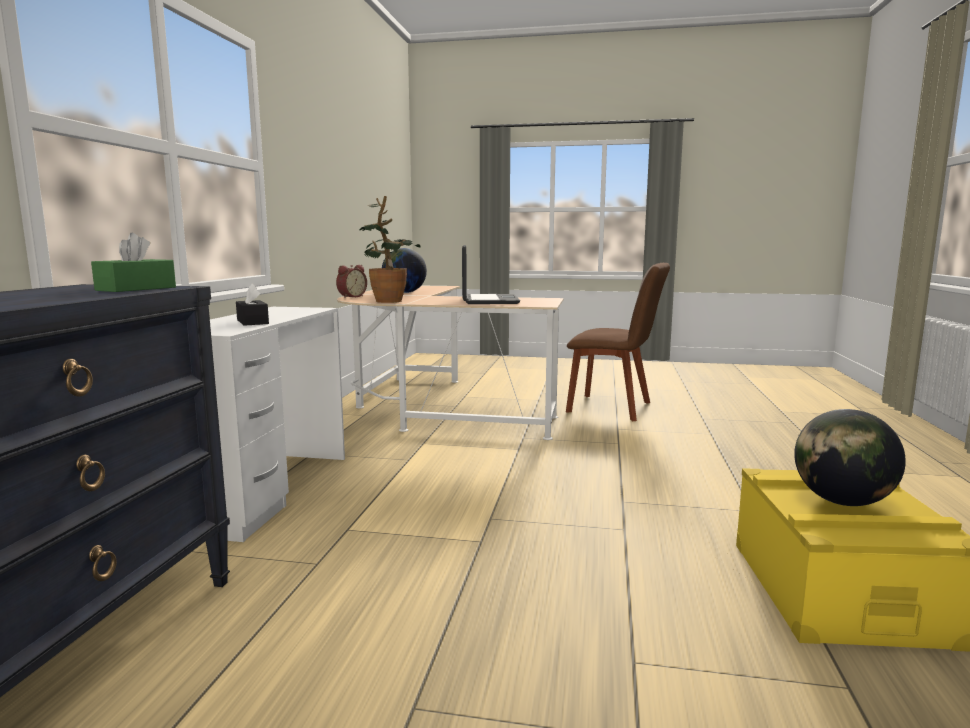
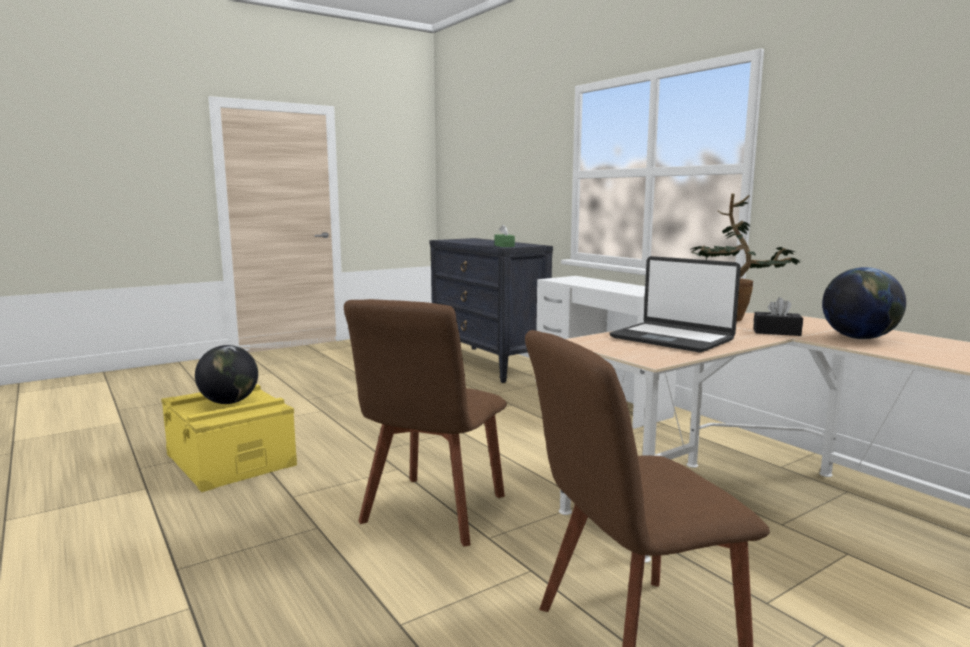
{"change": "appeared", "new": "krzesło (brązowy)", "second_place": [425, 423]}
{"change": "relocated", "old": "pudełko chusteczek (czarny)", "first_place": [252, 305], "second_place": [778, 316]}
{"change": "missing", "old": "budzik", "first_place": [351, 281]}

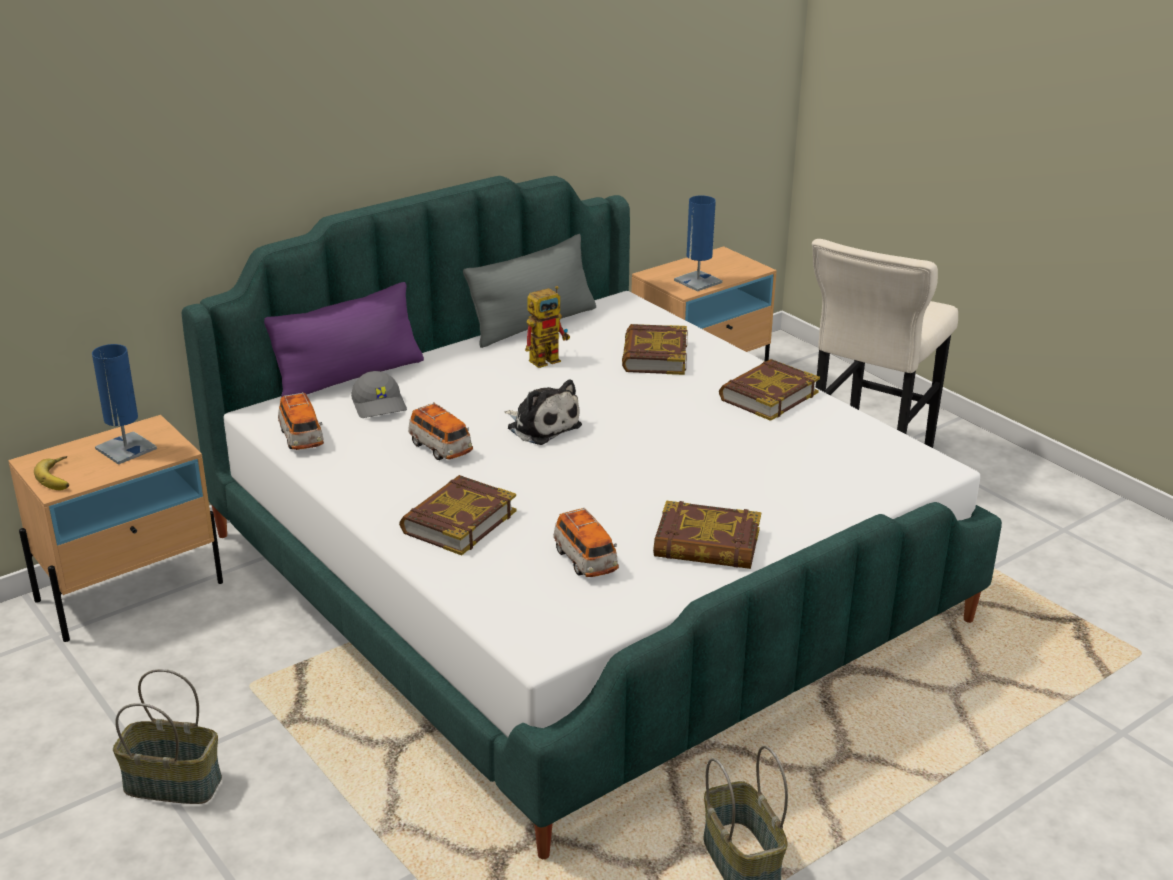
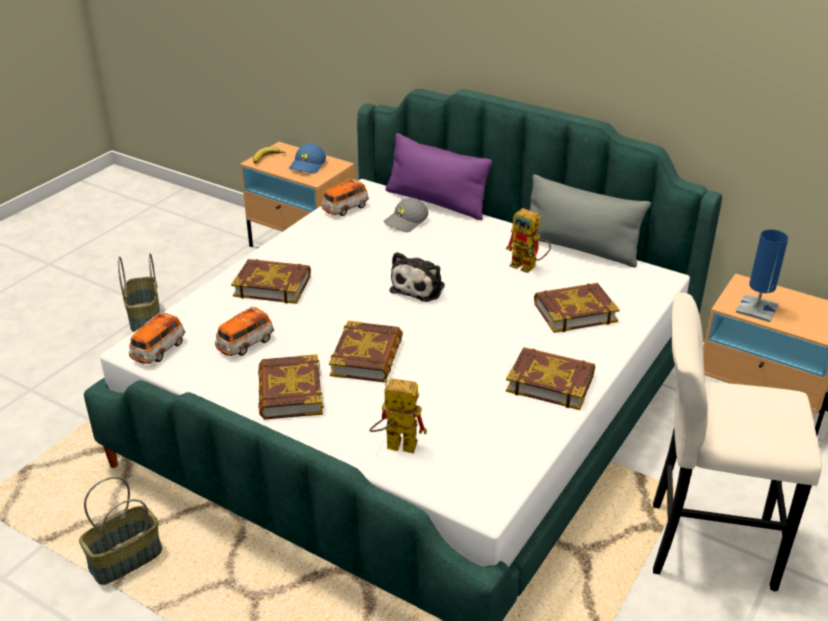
{"change": "relocated", "old": "samochodzik", "first_place": [440, 431], "second_place": [157, 338]}
{"change": "exchanged", "old": "lampa stołowa (niebieski)", "new": "czapka z daszkiem (niebieski)", "first_place": [124, 404], "second_place": [307, 159]}
{"change": "appeared", "new": "książka", "second_place": [366, 351]}
{"change": "appeared", "new": "robot zabawkowy", "second_place": [398, 416]}

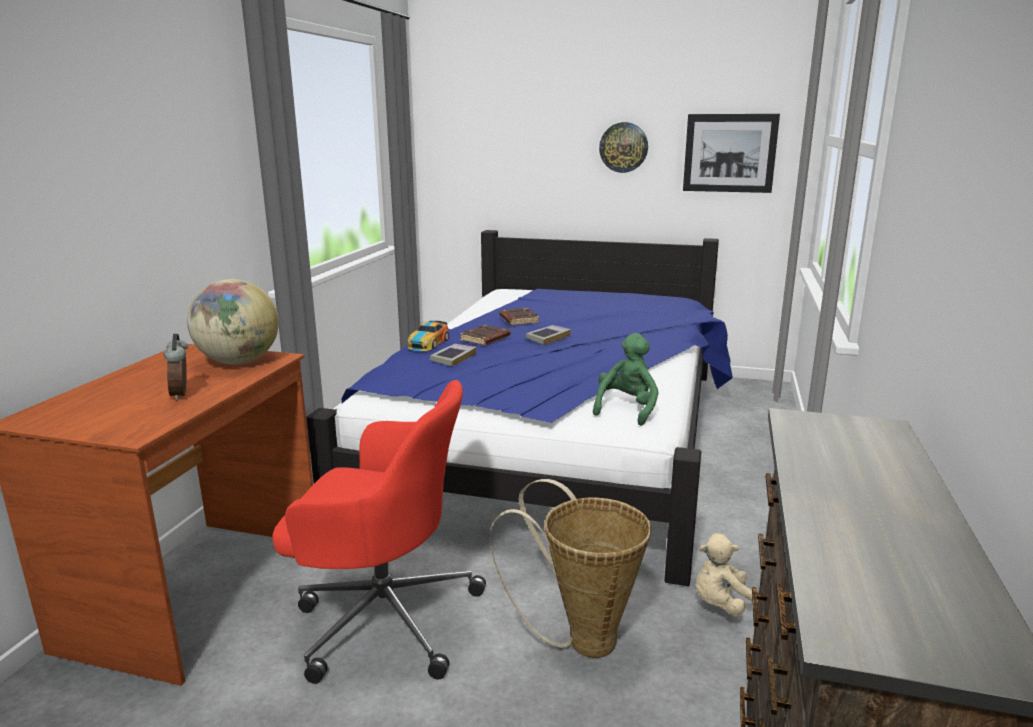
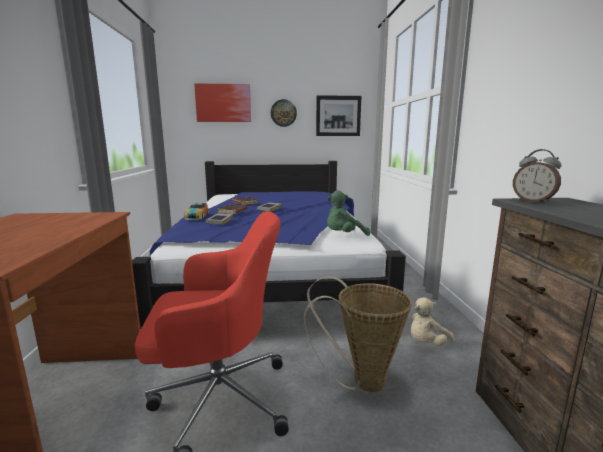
{"change": "appeared", "new": "obraz", "second_place": [222, 102]}
{"change": "spun", "old": "pluszak (zielony)", "first_place": [626, 379], "second_place": [348, 213], "degrees": -120}
{"change": "relocated", "old": "budzik", "first_place": [176, 367], "second_place": [537, 176]}
{"change": "missing", "old": "globus", "first_place": [233, 321]}

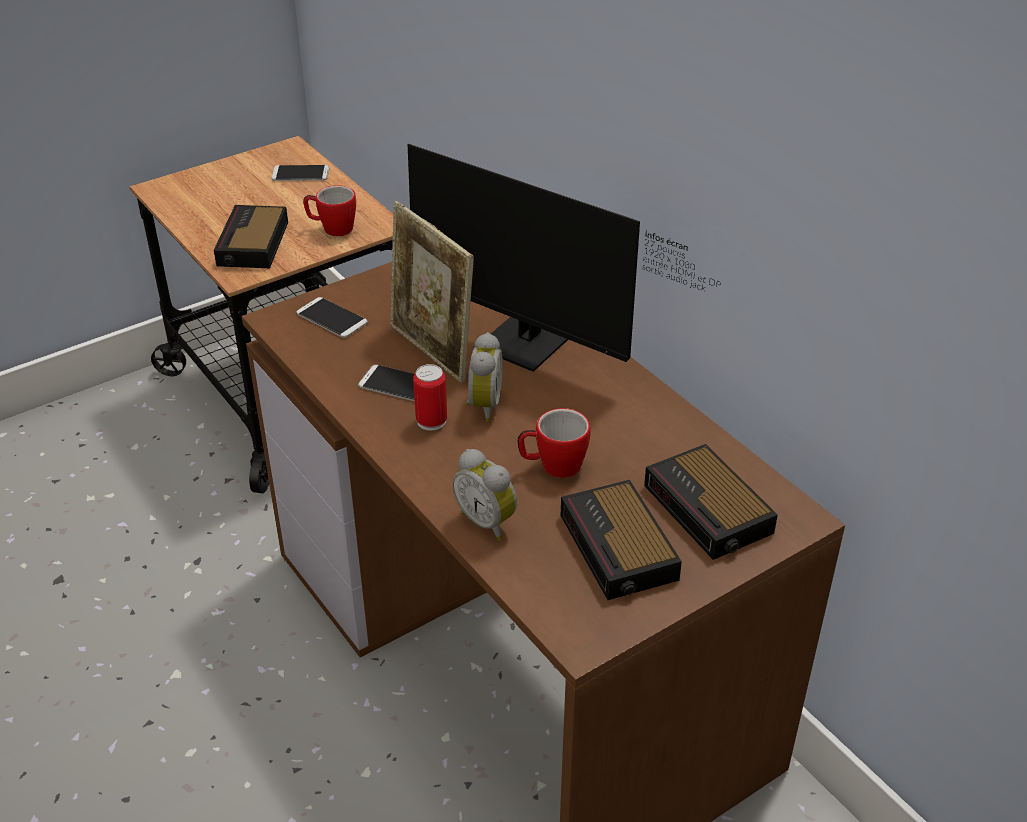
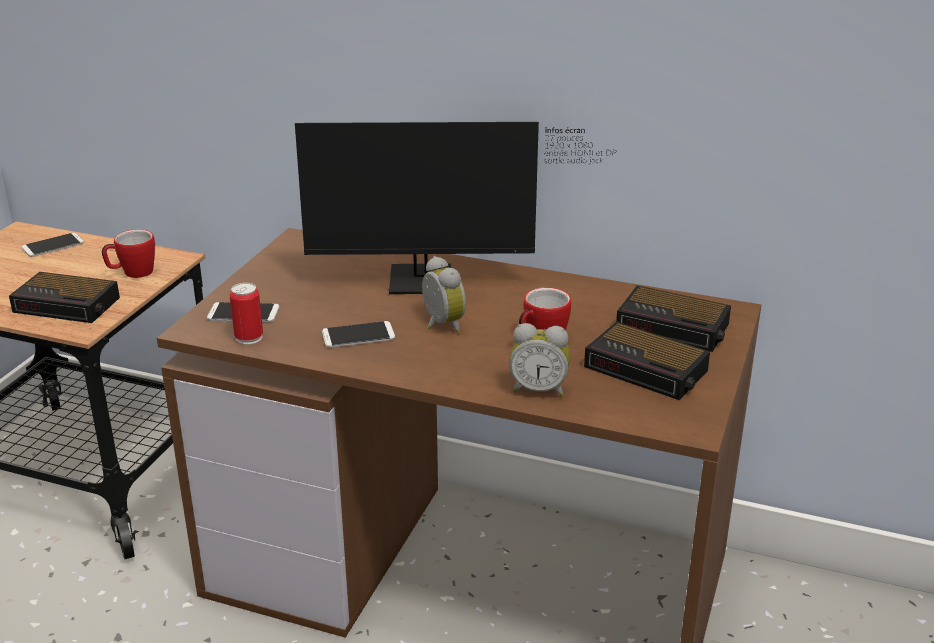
{"change": "spun", "old": "budzik", "first_place": [251, 236], "second_place": [64, 297], "degrees": -45}
{"change": "relocated", "old": "puszka", "first_place": [430, 397], "second_place": [246, 314]}
{"change": "missing", "old": "ramka na zdjęcie", "first_place": [432, 292]}

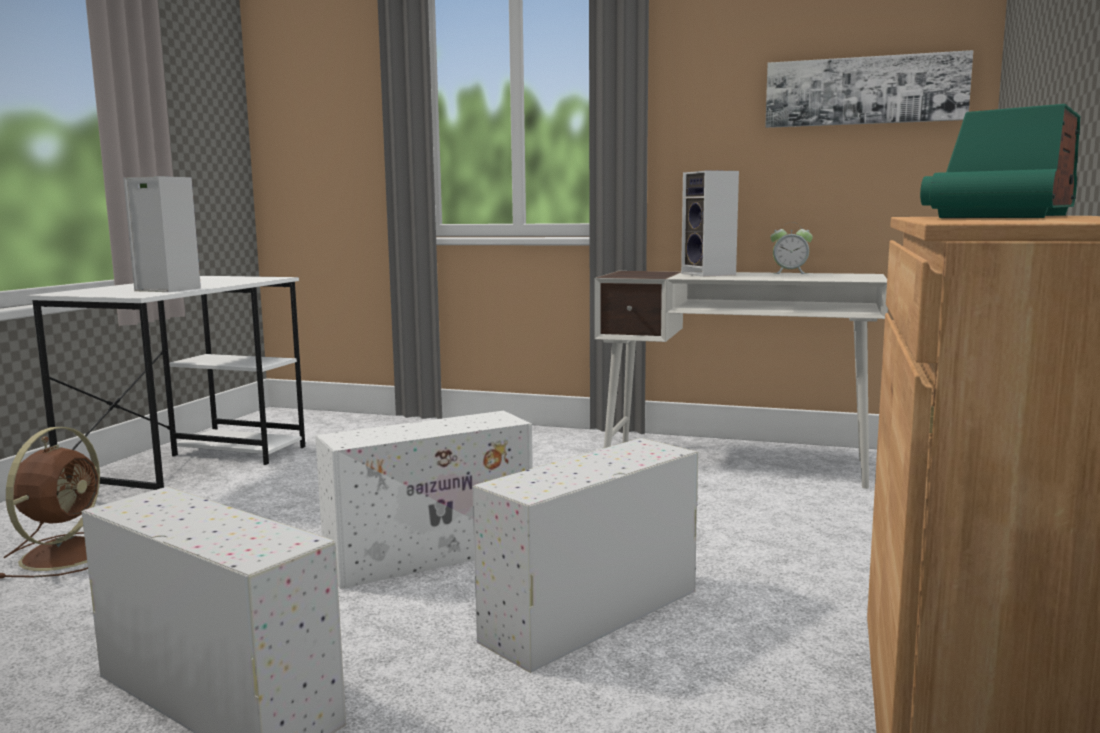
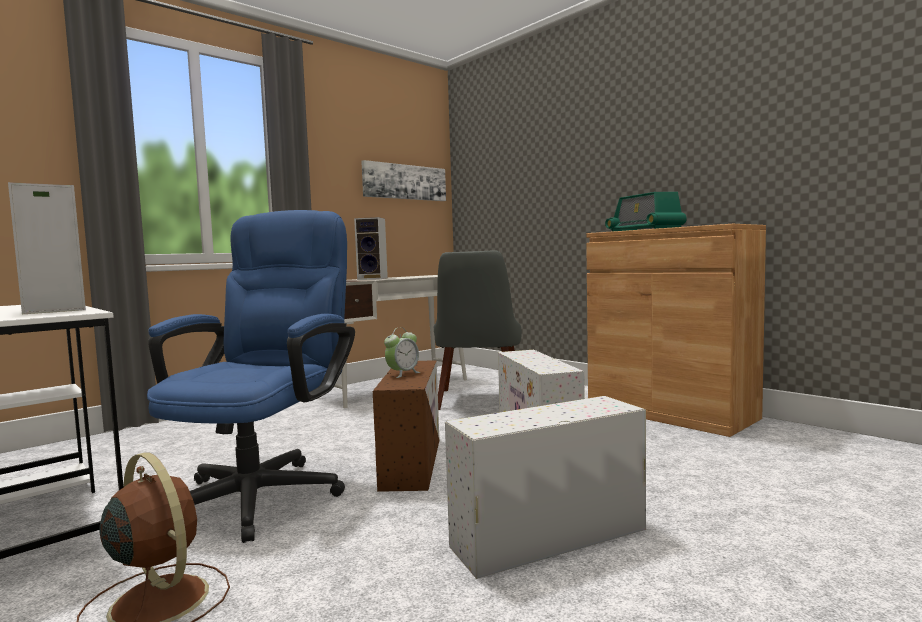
{"change": "appeared", "new": "krzesło biurowe (niebieski)", "second_place": [251, 376]}
{"change": "colour", "old": "pojemnik do przechowywania (biały)", "new": "pojemnik do przechowywania (brązowy)", "first_place": [424, 500], "second_place": [406, 426]}
{"change": "relocated", "old": "budzik", "first_place": [791, 248], "second_place": [402, 352]}
{"change": "appeared", "new": "krzesło (szary)", "second_place": [478, 330]}

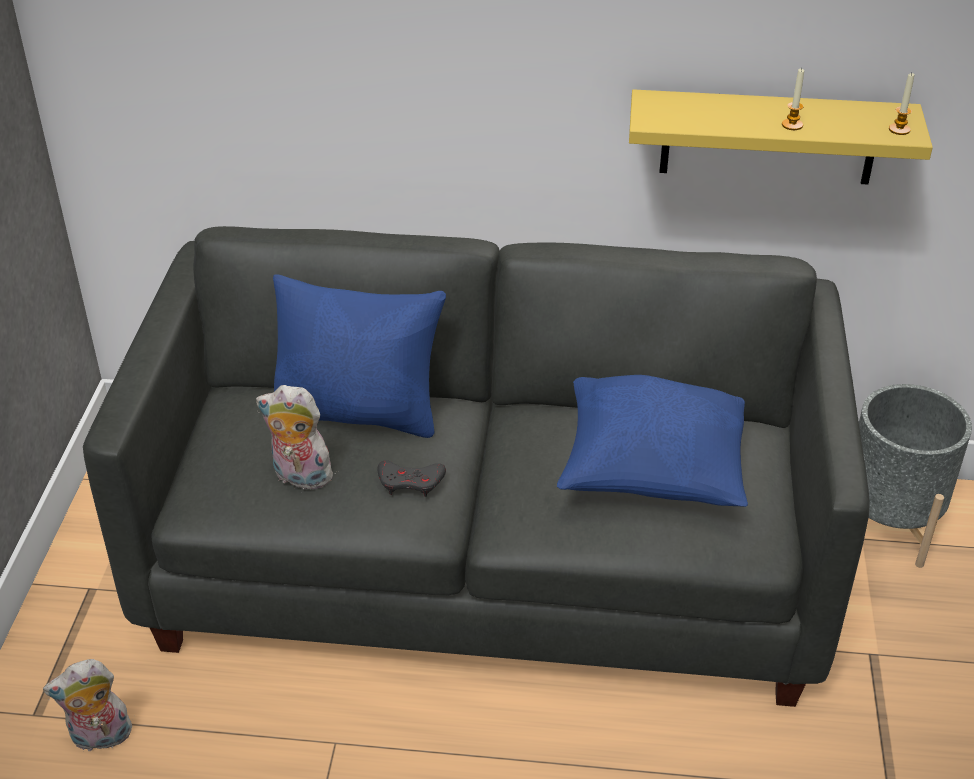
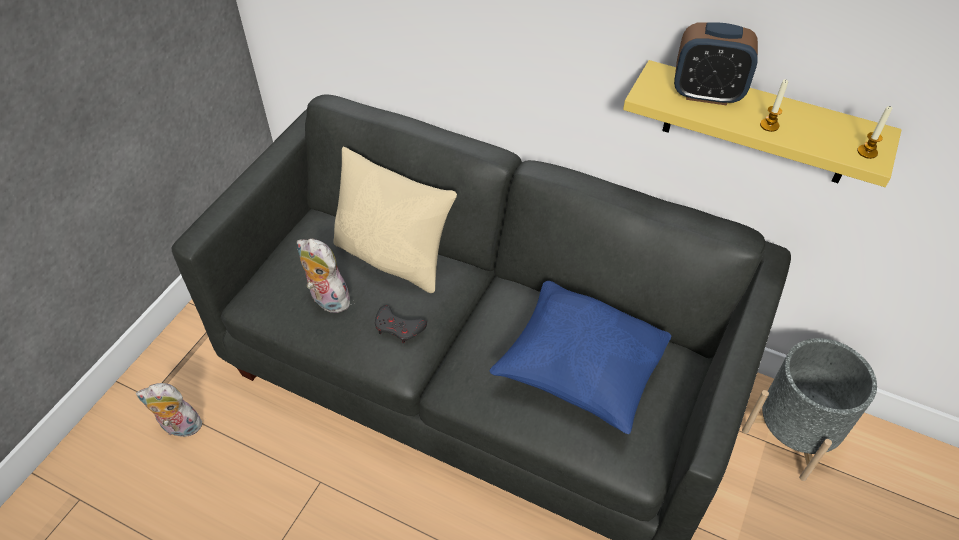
{"change": "colour", "old": "poduszka (niebieski)", "new": "poduszka (beżowy)", "first_place": [359, 356], "second_place": [395, 220]}
{"change": "appeared", "new": "budzik", "second_place": [716, 63]}

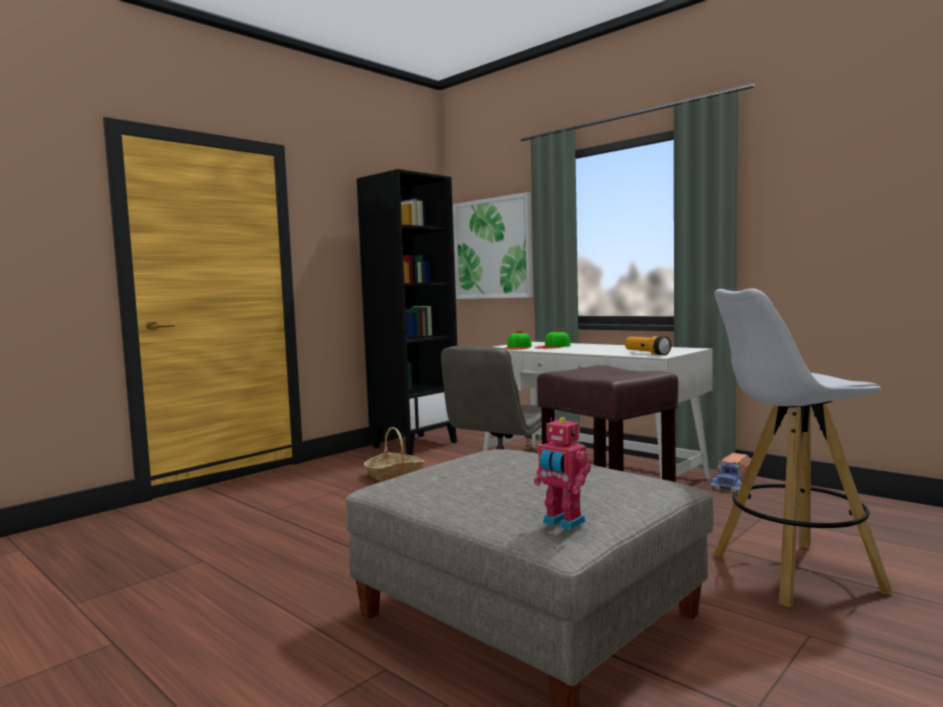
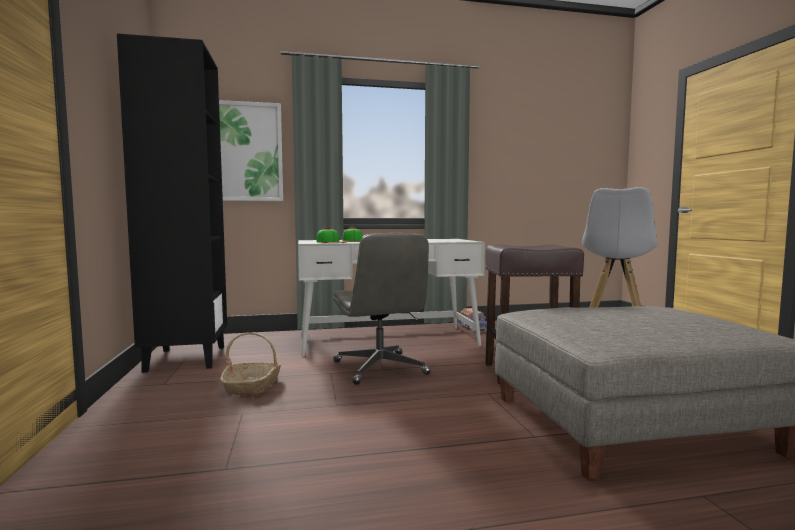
{"change": "missing", "old": "robot zabawkowy", "first_place": [562, 473]}
{"change": "missing", "old": "latarka", "first_place": [648, 345]}

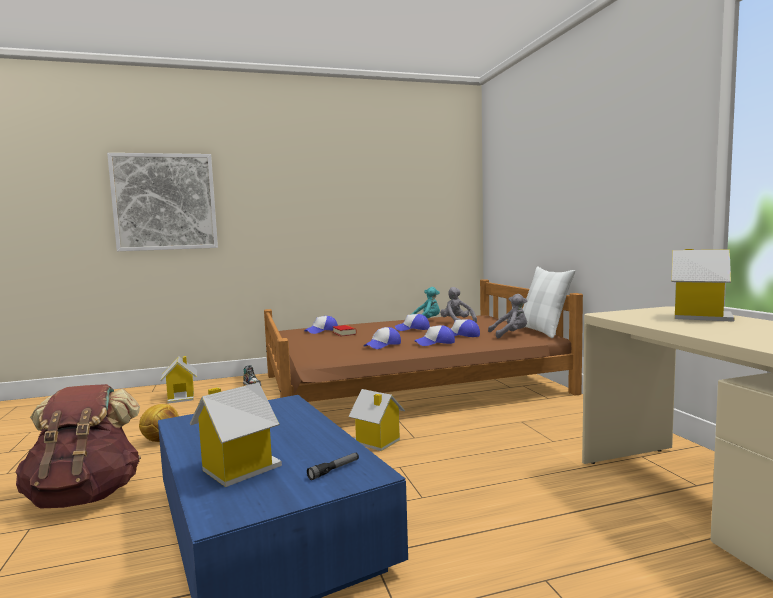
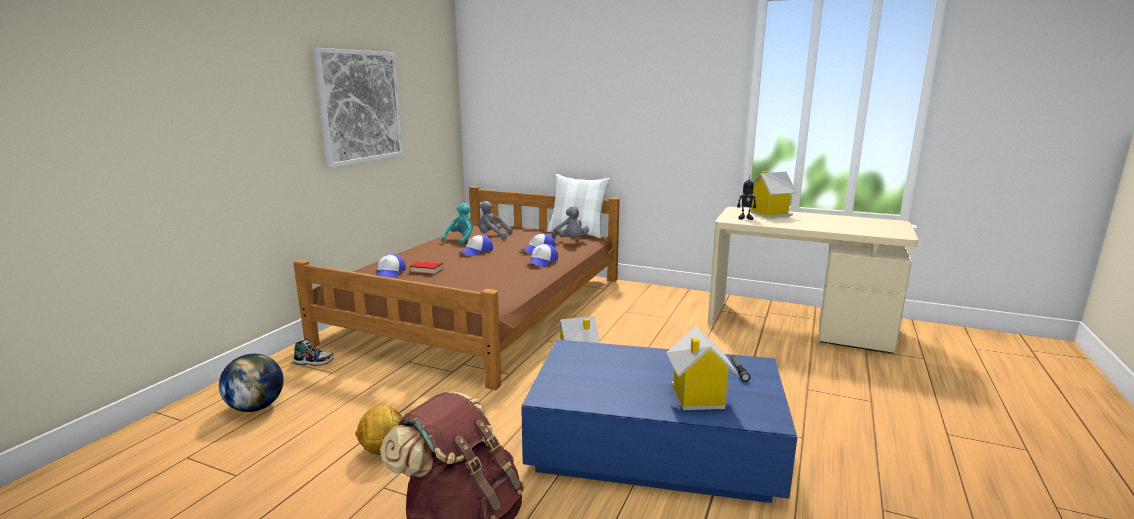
{"change": "exchanged", "old": "domek", "new": "globus", "first_place": [178, 379], "second_place": [251, 383]}
{"change": "relocated", "old": "obraz", "first_place": [162, 202], "second_place": [357, 108]}
{"change": "spun", "old": "pluszak (szary)", "first_place": [507, 316], "second_place": [570, 222], "degrees": 120}
{"change": "appeared", "new": "robot zabawkowy", "second_place": [746, 197]}
{"change": "missing", "old": "czapka z daszkiem", "first_place": [382, 338]}

